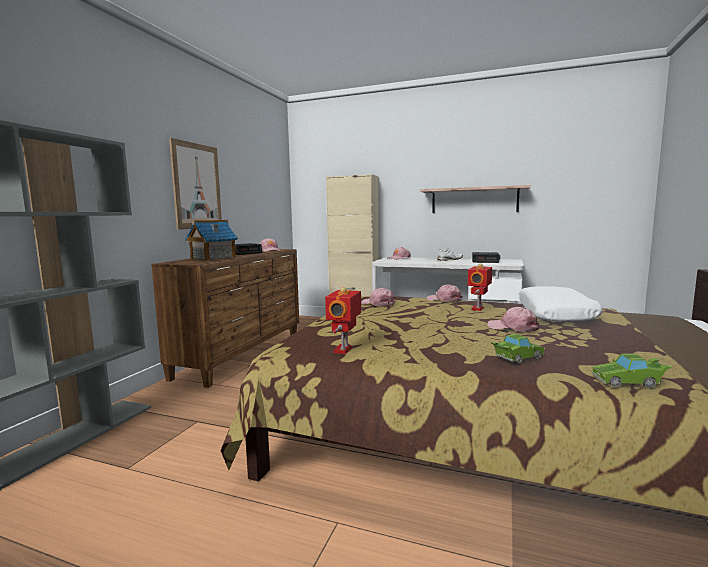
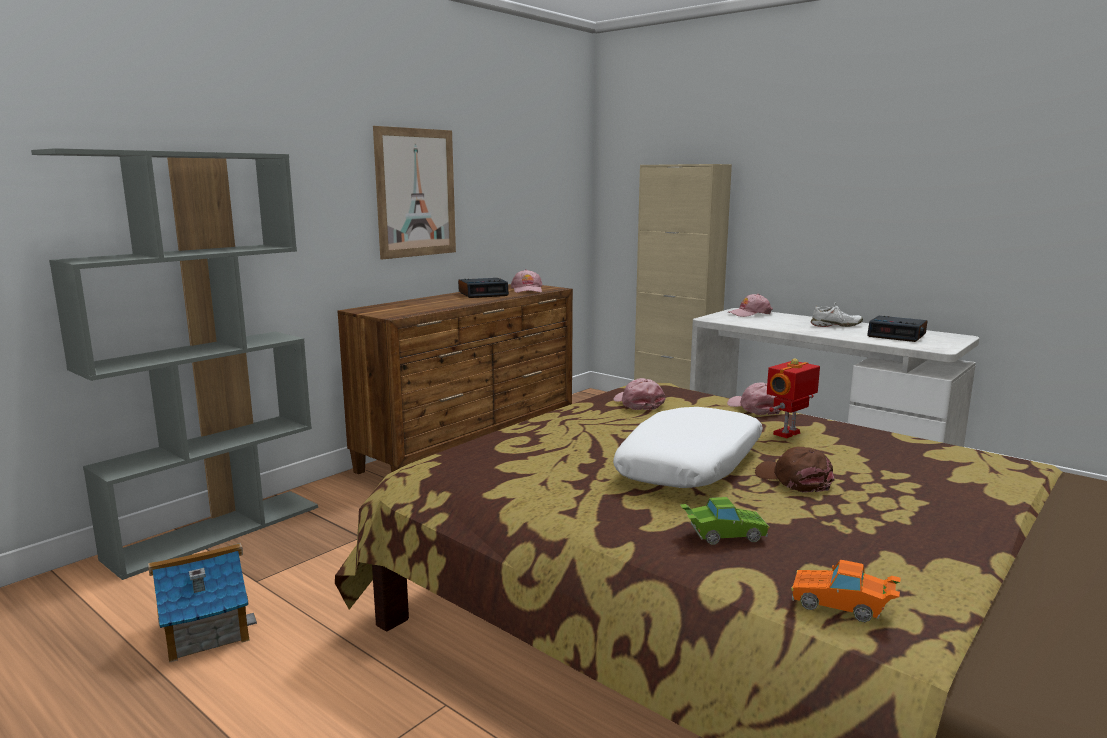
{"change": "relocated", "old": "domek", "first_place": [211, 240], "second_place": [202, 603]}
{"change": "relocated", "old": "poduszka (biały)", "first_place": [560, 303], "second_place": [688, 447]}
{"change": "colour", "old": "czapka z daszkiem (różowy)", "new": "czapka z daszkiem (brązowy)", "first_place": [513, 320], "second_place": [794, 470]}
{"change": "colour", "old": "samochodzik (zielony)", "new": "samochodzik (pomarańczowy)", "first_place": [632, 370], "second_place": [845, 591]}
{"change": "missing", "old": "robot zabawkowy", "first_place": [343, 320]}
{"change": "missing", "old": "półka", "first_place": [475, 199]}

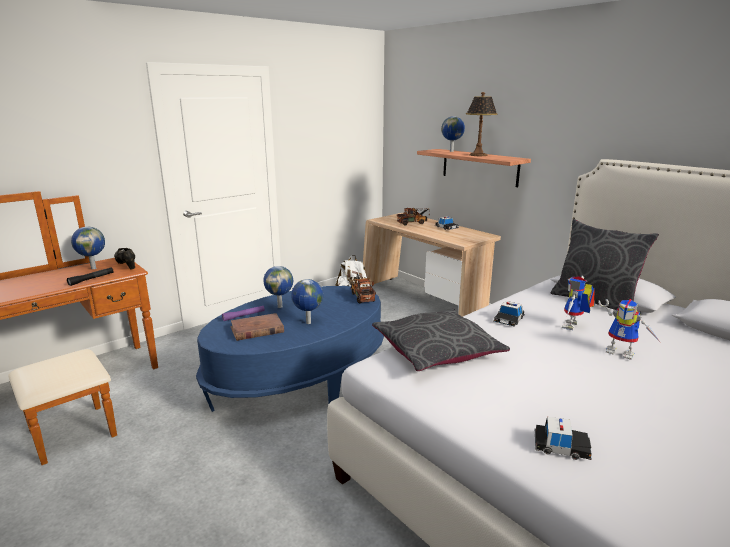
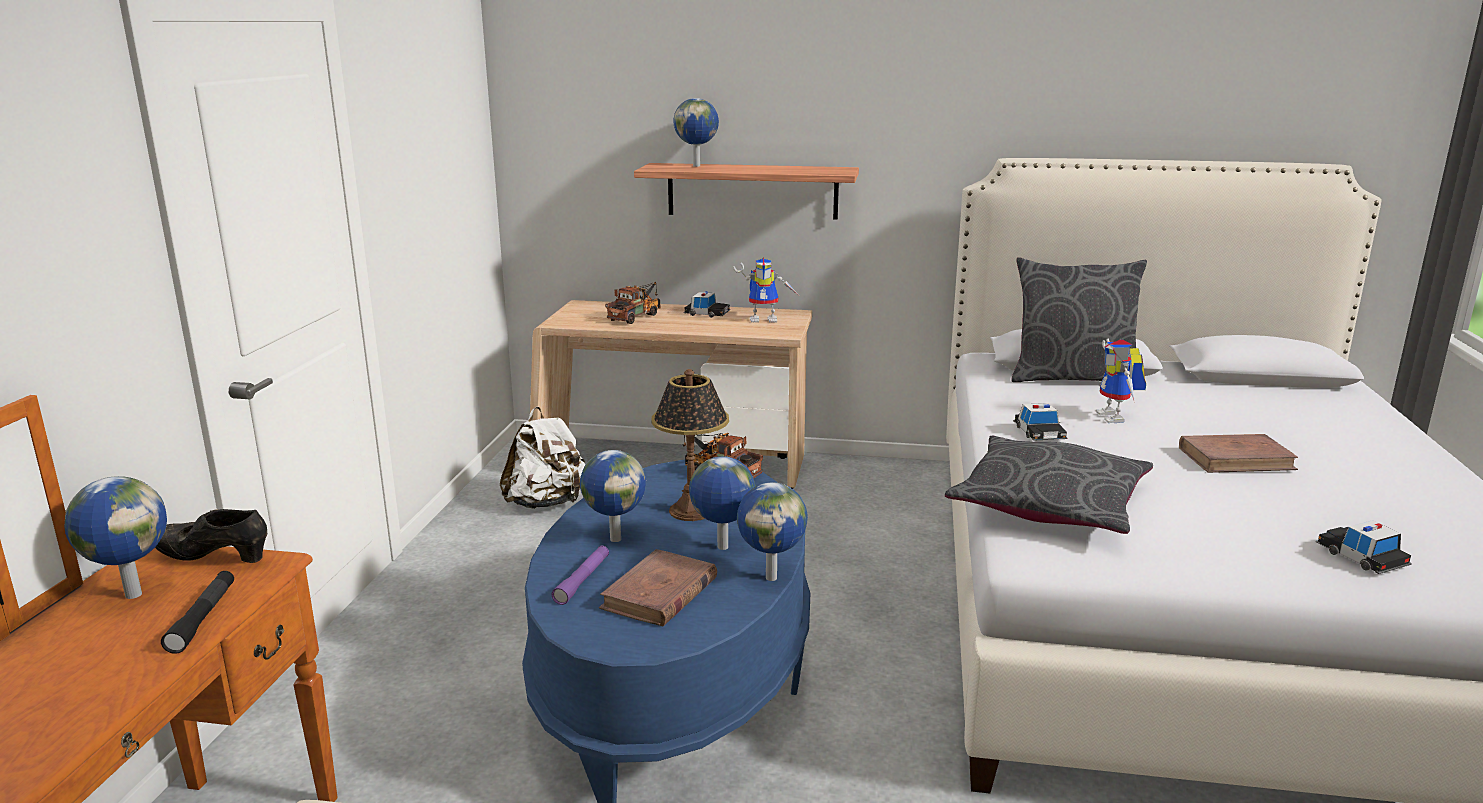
{"change": "relocated", "old": "lampa stołowa", "first_place": [482, 124], "second_place": [690, 445]}
{"change": "relocated", "old": "robot zabawkowy", "first_place": [628, 329], "second_place": [765, 290]}
{"change": "appeared", "new": "globus", "second_place": [772, 531]}
{"change": "appeared", "new": "książka (brązowy)", "second_place": [1238, 453]}
{"change": "spun", "old": "samochodzik", "first_place": [563, 438], "second_place": [1364, 547], "degrees": -90}

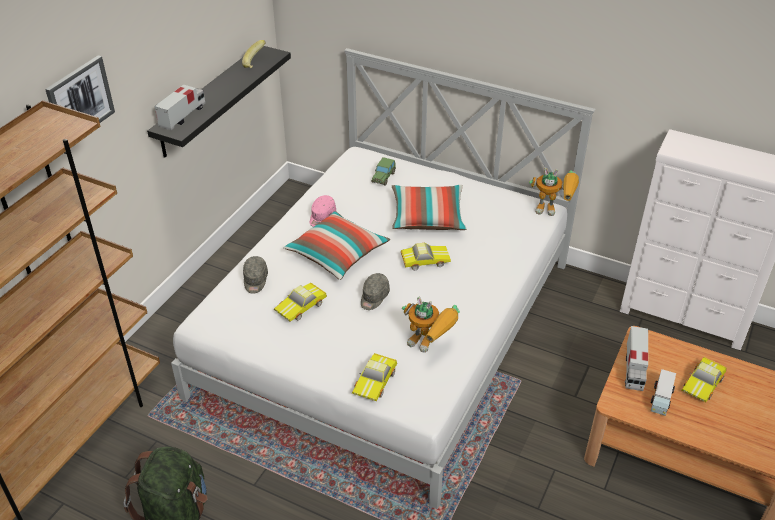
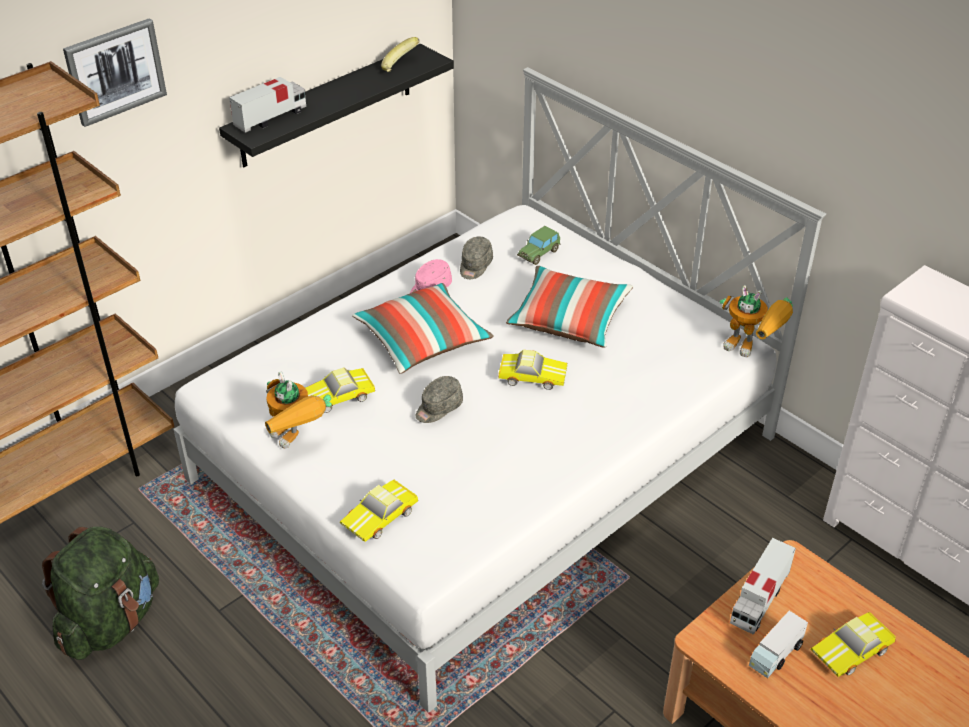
{"change": "relocated", "old": "robot zabawkowy", "first_place": [431, 325], "second_place": [298, 410]}
{"change": "relocated", "old": "czapka z daszkiem (szary)", "first_place": [255, 275], "second_place": [476, 258]}

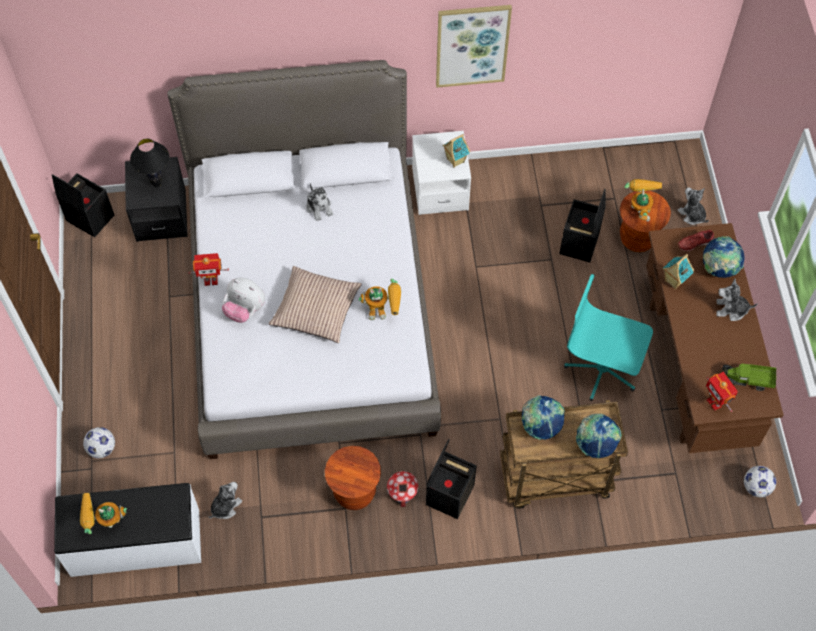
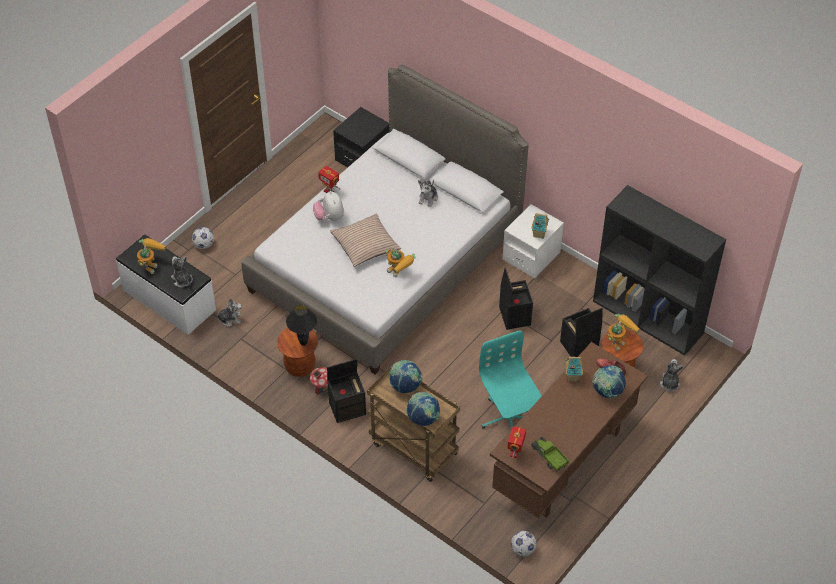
{"change": "spun", "old": "robot zabawkowy", "first_place": [103, 513], "second_place": [152, 256], "degrees": 75}
{"change": "relocated", "old": "pluszak", "first_place": [737, 300], "second_place": [182, 272]}
{"change": "relocated", "old": "lampa stołowa (czarny)", "first_place": [149, 162], "second_place": [301, 325]}
{"change": "relocated", "old": "pojemnik do przechowywania (czarny)", "first_place": [83, 205], "second_place": [516, 299]}
{"change": "appeared", "new": "regał (czarny)", "second_place": [659, 270]}
{"change": "missing", "old": "obraz", "first_place": [474, 46]}

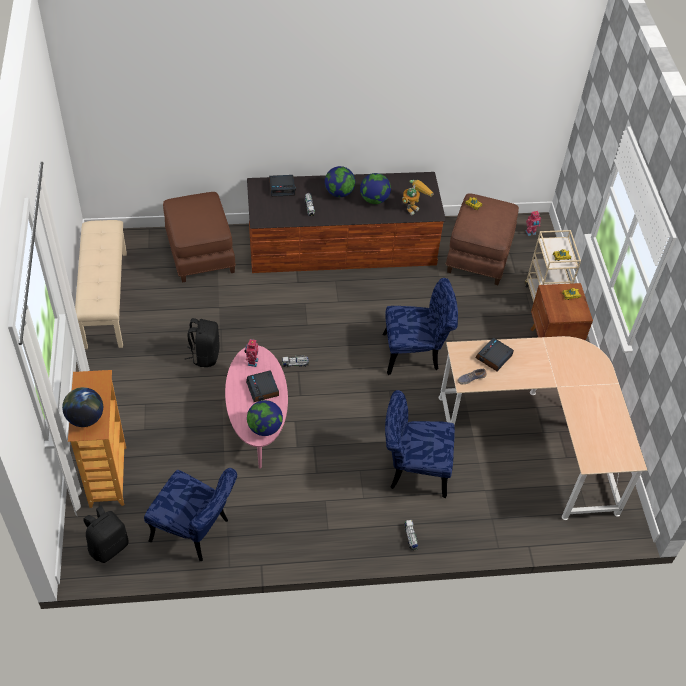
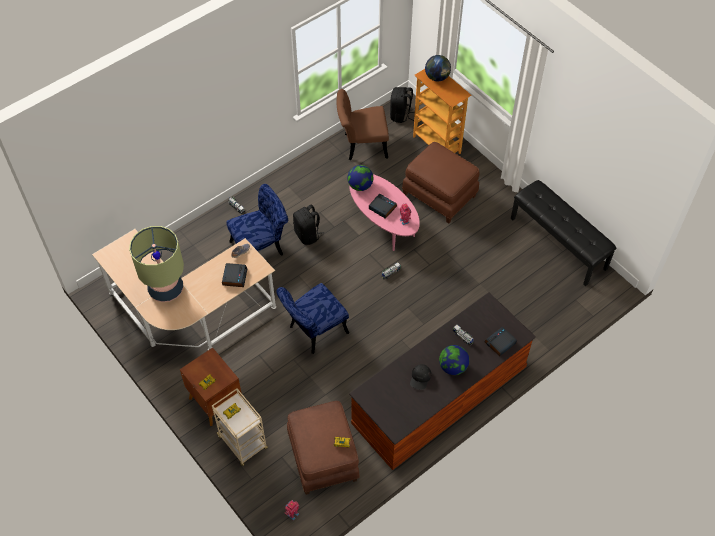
{"change": "appeared", "new": "lampa stołowa", "second_place": [156, 264]}
{"change": "relocated", "old": "plecak (czarny)", "first_place": [202, 342], "second_place": [308, 224]}
{"change": "colour", "old": "krzesło (niebieski)", "new": "krzesło (brązowy)", "first_place": [190, 514], "second_place": [362, 124]}
{"change": "relocated", "old": "pufa (brązowy)", "first_place": [199, 237], "second_place": [441, 182]}
{"change": "exchanged", "old": "globus", "new": "czapka z daszkiem (czarny)", "first_place": [375, 188], "second_place": [421, 377]}
{"change": "colour", "old": "ławka (beżowy)", "new": "ławka (czarny)", "first_place": [101, 284], "second_place": [564, 233]}
{"change": "missing", "old": "robot zabawkowy", "first_place": [418, 197]}

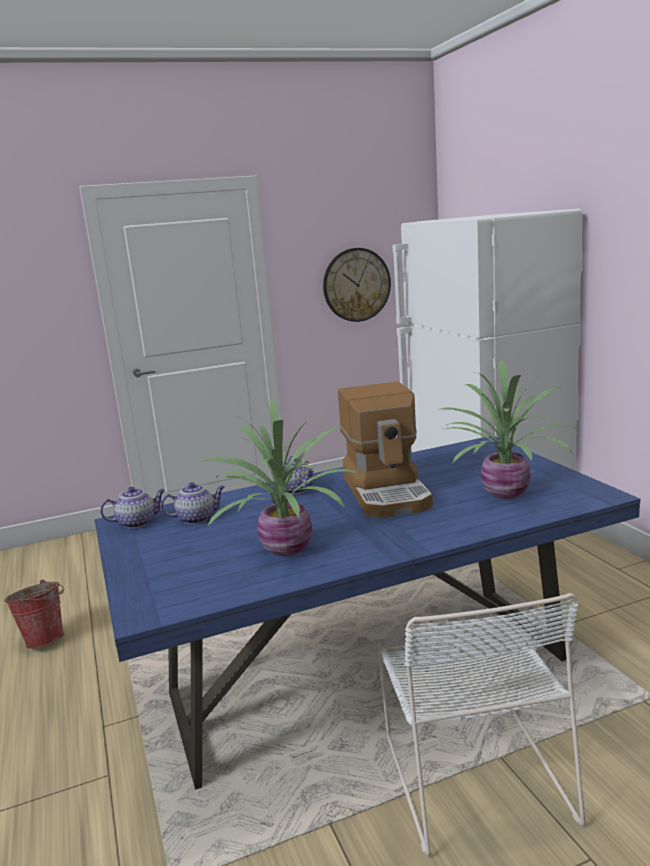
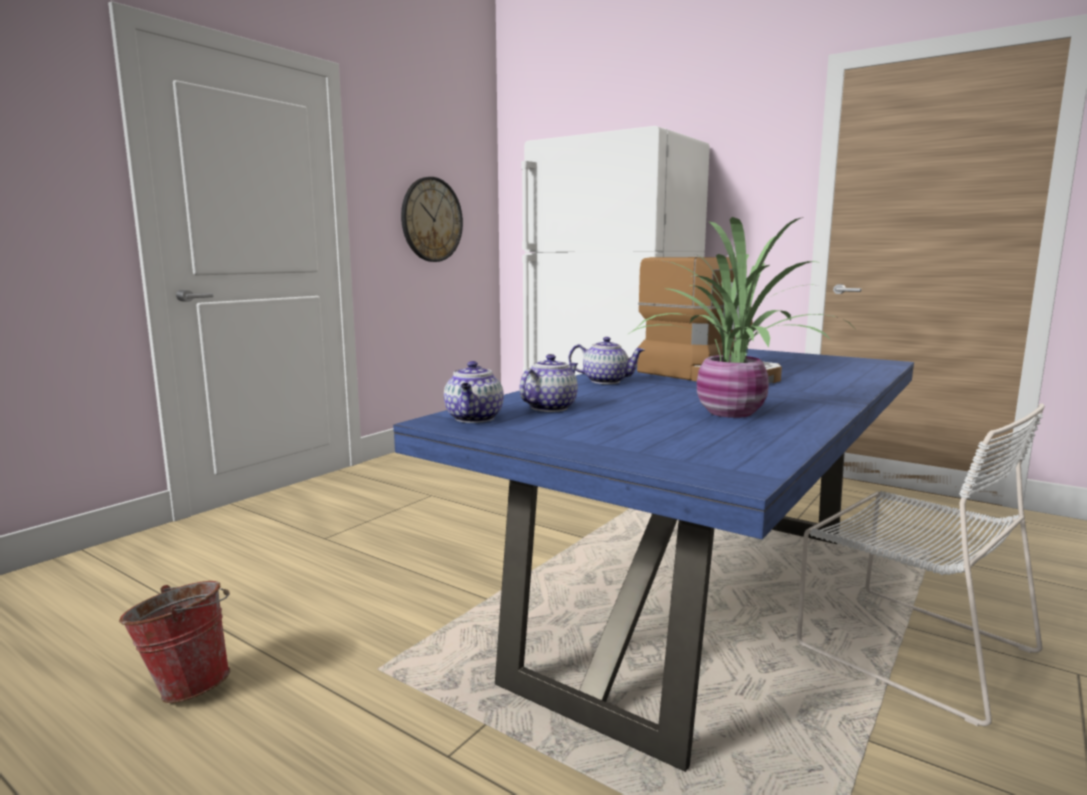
{"change": "spun", "old": "imbryk", "first_place": [132, 507], "second_place": [474, 392], "degrees": 150}
{"change": "missing", "old": "roślina doniczkowa", "first_place": [507, 429]}

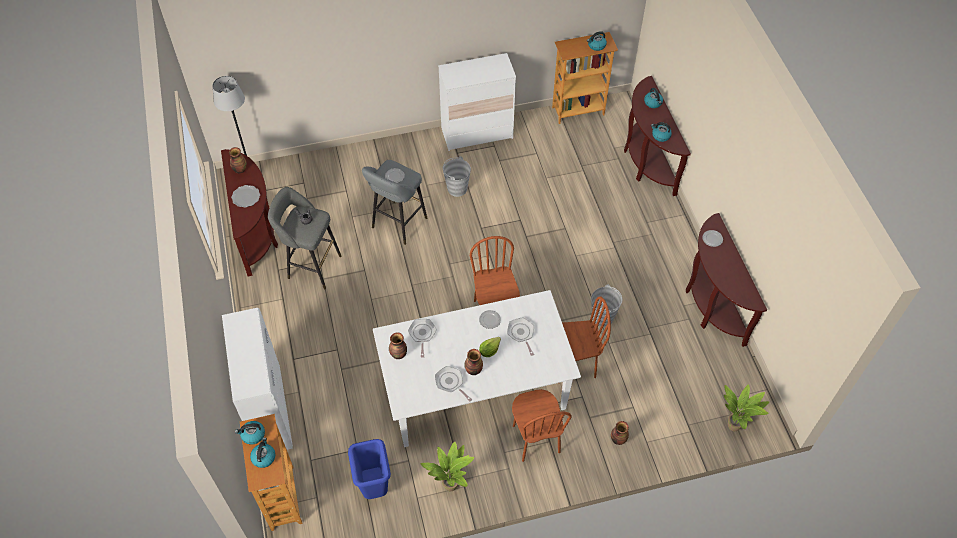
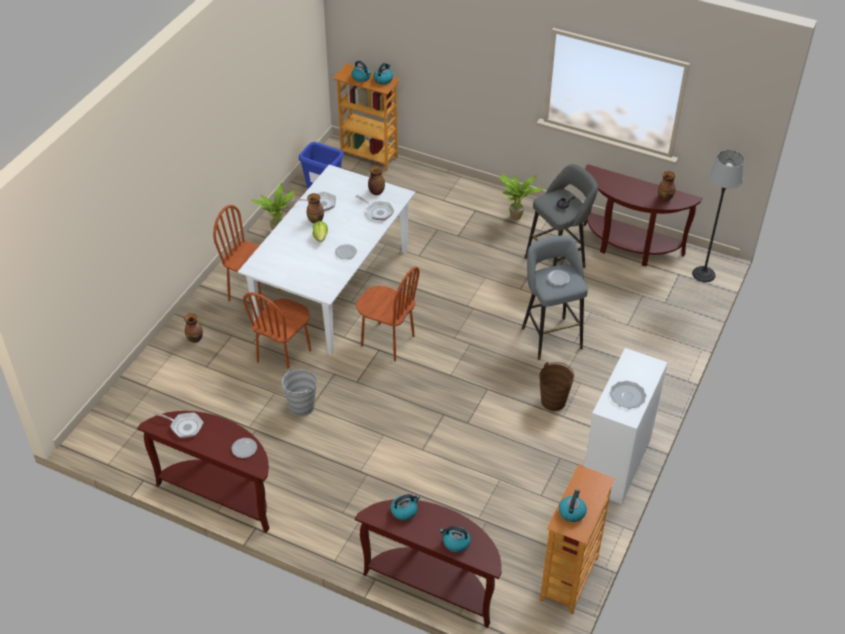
{"change": "relocated", "old": "patelnia", "first_place": [520, 336], "second_place": [178, 424]}
{"change": "relocated", "old": "roślina doniczkowa", "first_place": [746, 407], "second_place": [521, 196]}
{"change": "colour", "old": "wiadro (szary)", "new": "wiadro (brązowy)", "first_place": [457, 176], "second_place": [556, 386]}
{"change": "relocated", "old": "talerz", "first_place": [245, 196], "second_place": [628, 395]}
{"change": "missing", "old": "szafka (biały)", "first_place": [257, 379]}

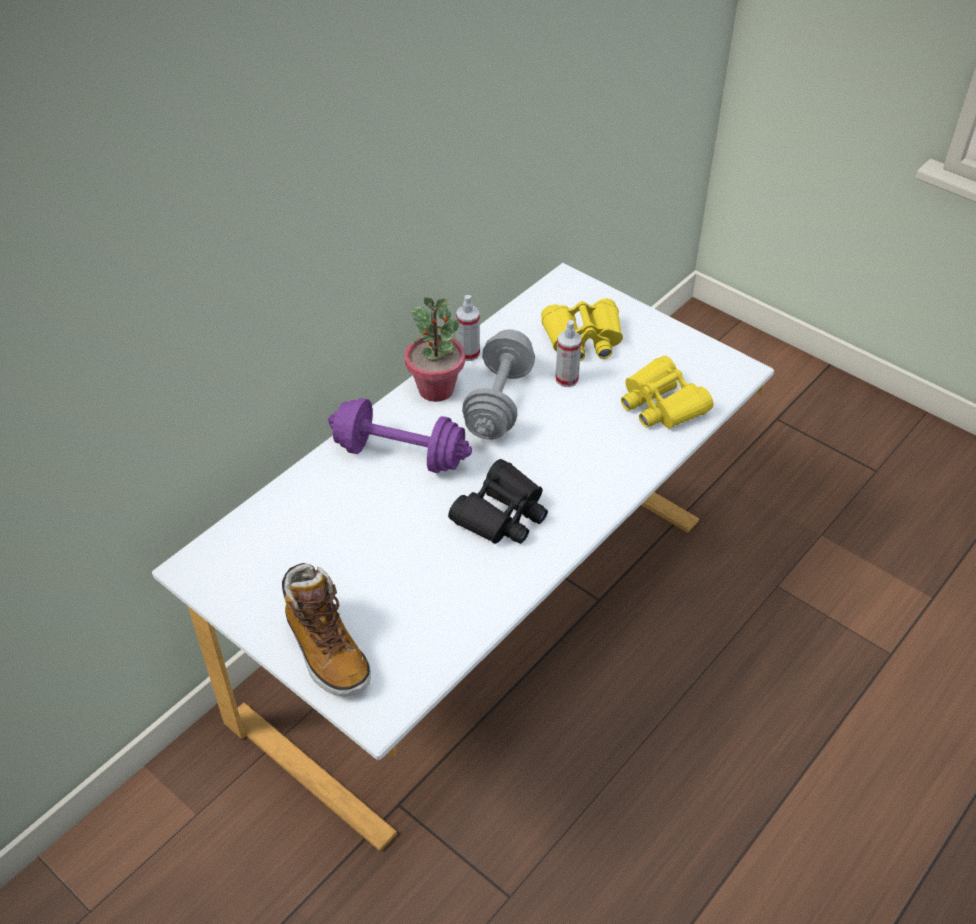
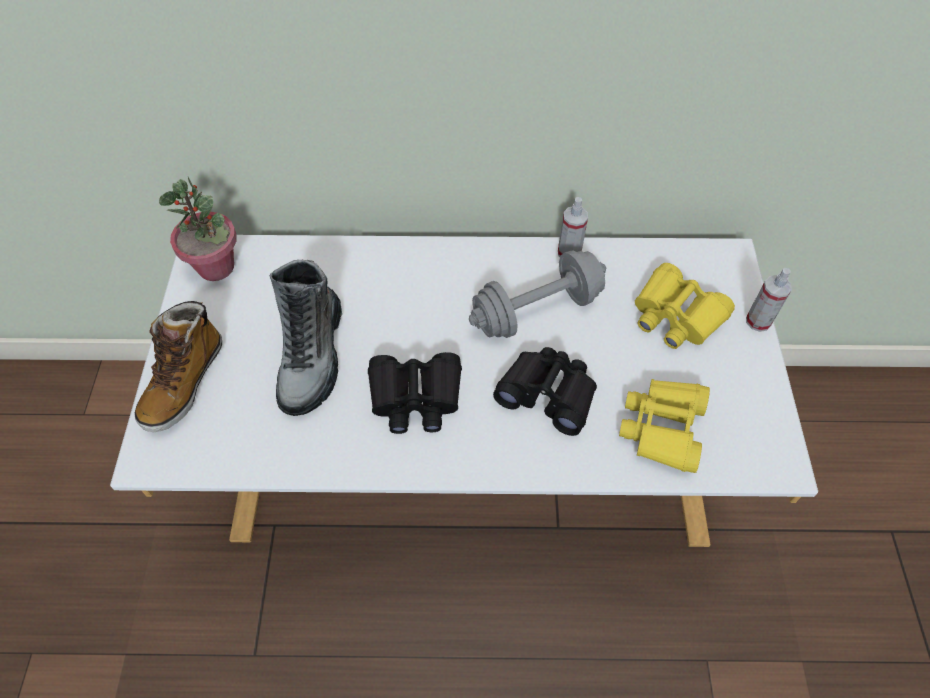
{"change": "relocated", "old": "roślina doniczkowa", "first_place": [435, 349], "second_place": [198, 229]}
{"change": "appeared", "new": "but z cholewką", "second_place": [306, 338]}
{"change": "appeared", "new": "lornetka (czarny)", "second_place": [545, 391]}
{"change": "relocated", "old": "spryskiwacz", "first_place": [568, 353], "second_place": [769, 300]}
{"change": "missing", "old": "hantel (fioletowy)", "first_place": [400, 435]}

